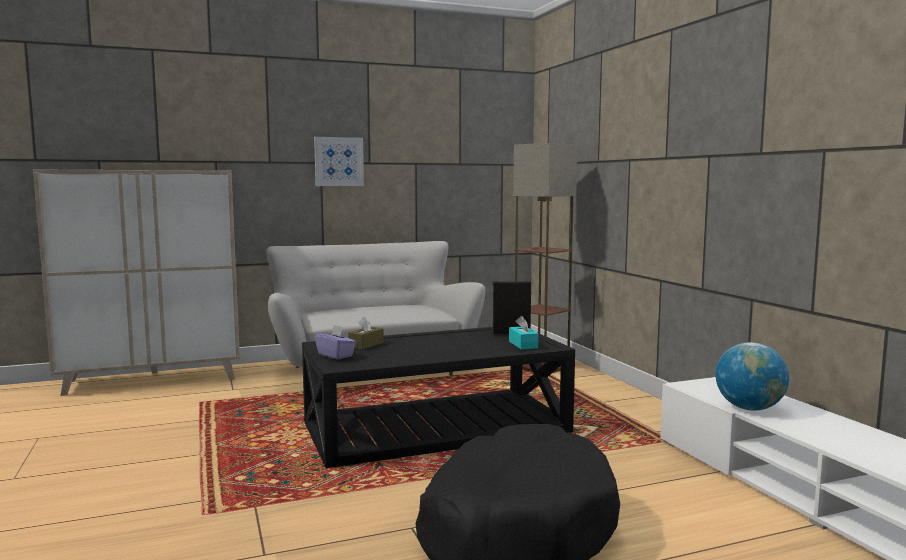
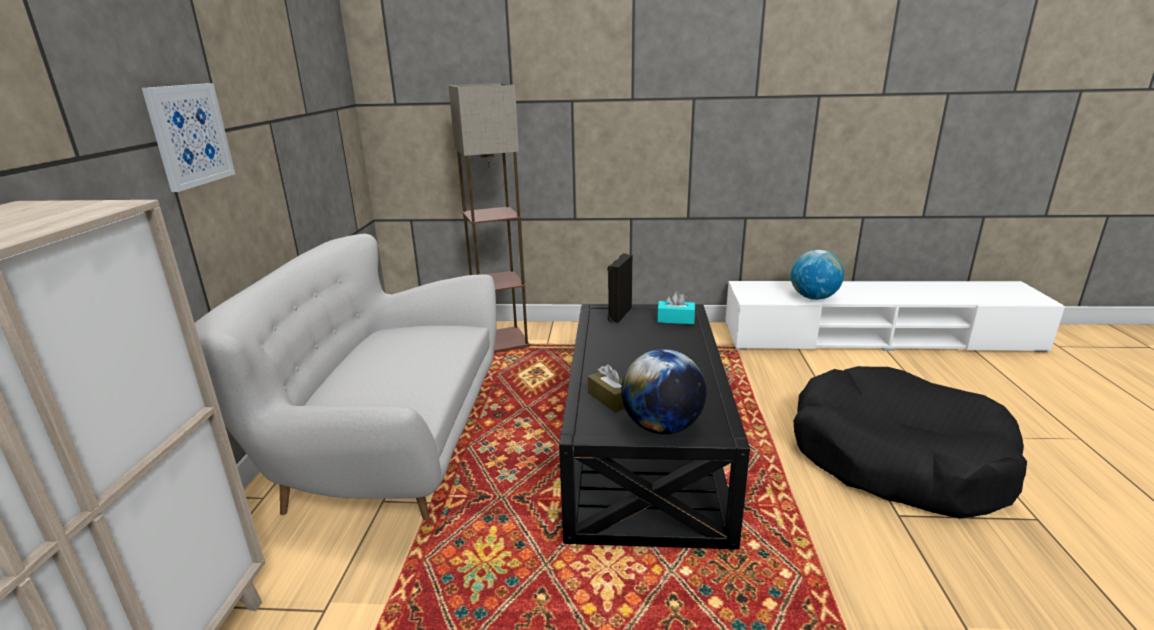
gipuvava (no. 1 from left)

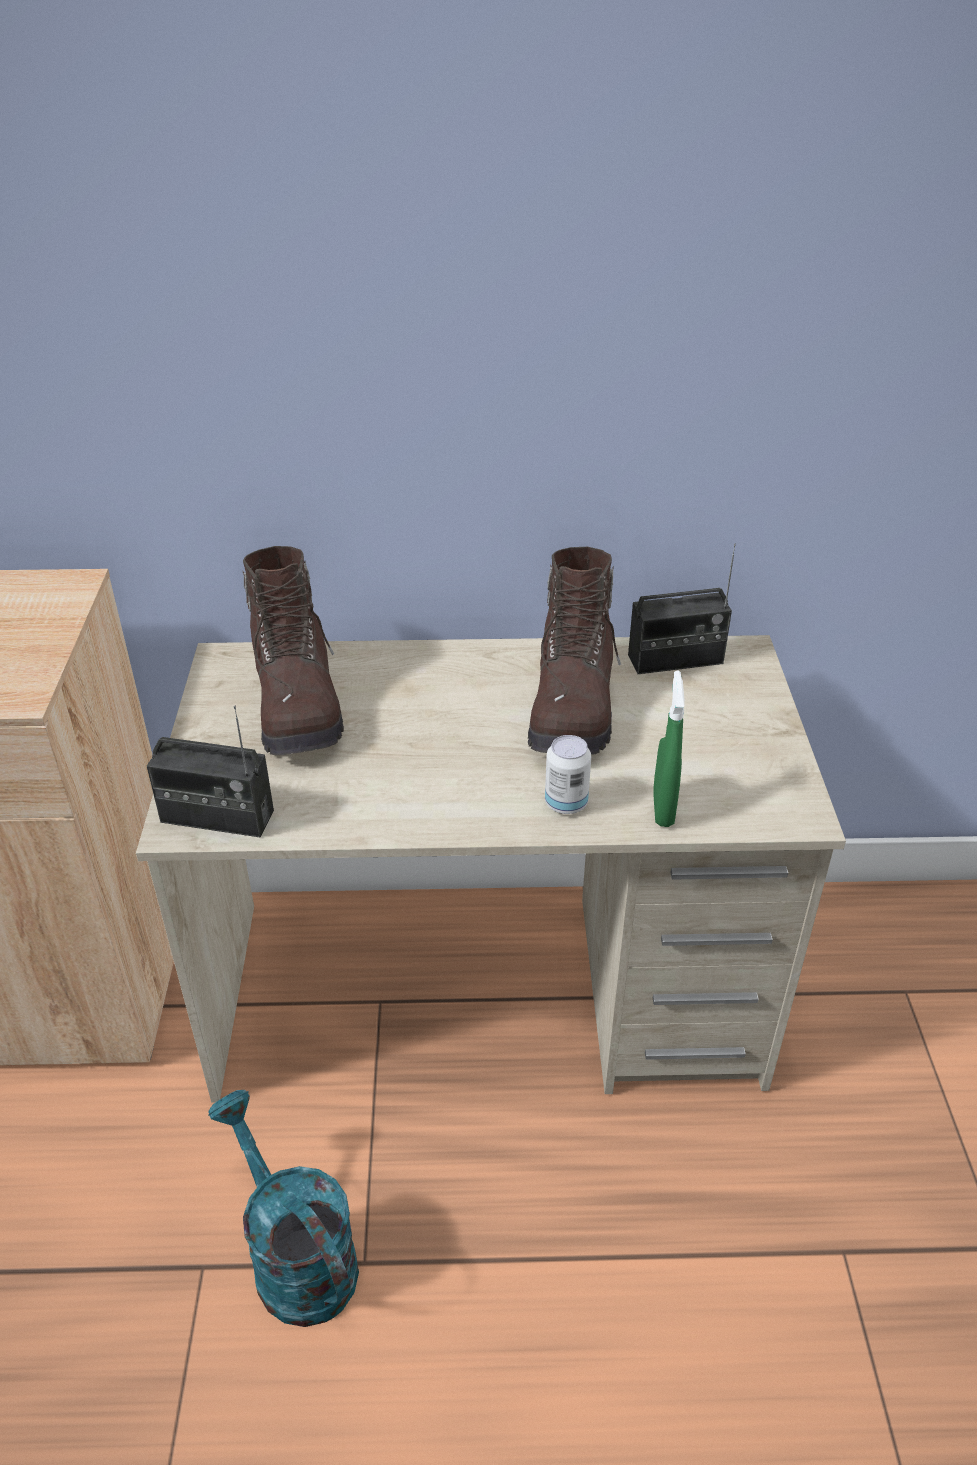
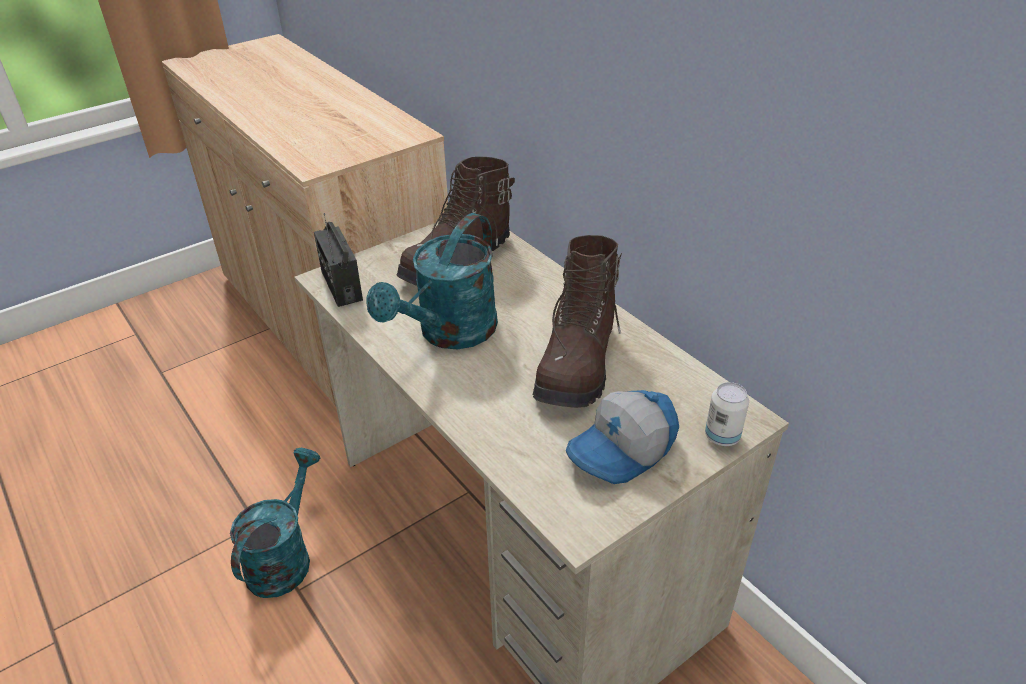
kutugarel (no. 2 from left in the first image)
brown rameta (no. 2 from left)
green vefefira
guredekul
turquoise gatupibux (no. 2 from left)
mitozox

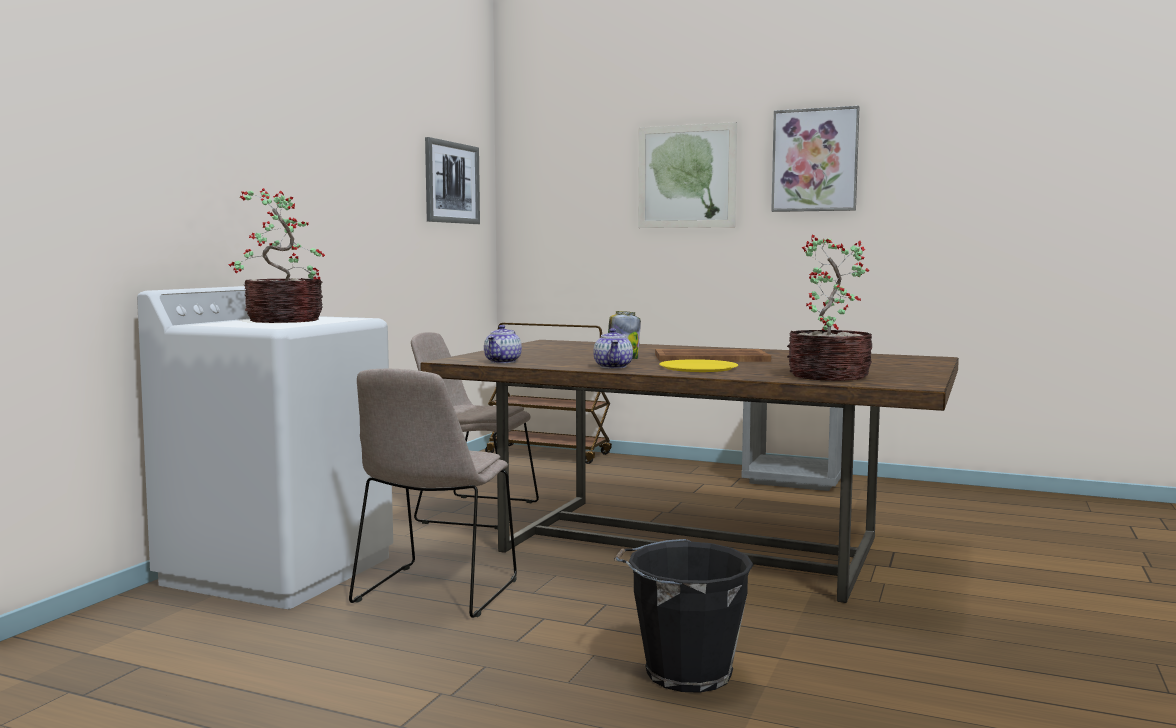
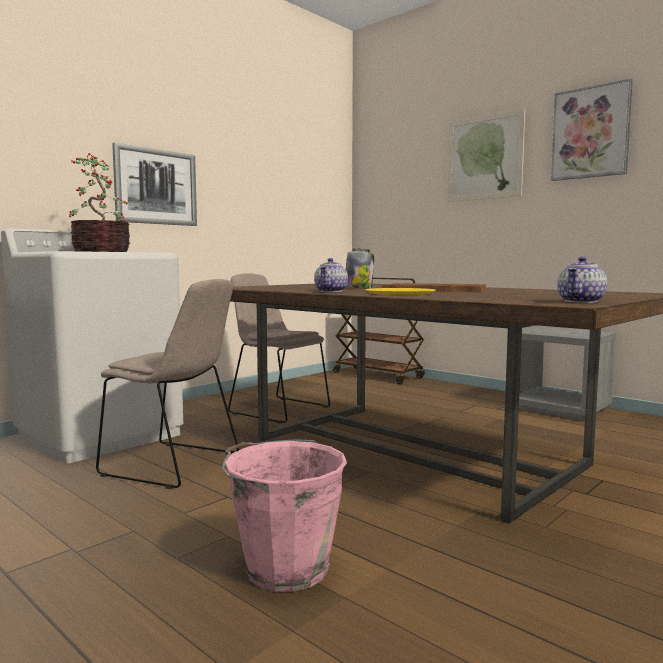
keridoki (no. 1 from left)
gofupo (no. 2 from left in the first image)
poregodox (no. 2 from left)
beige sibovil (no. 1 from left)
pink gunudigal

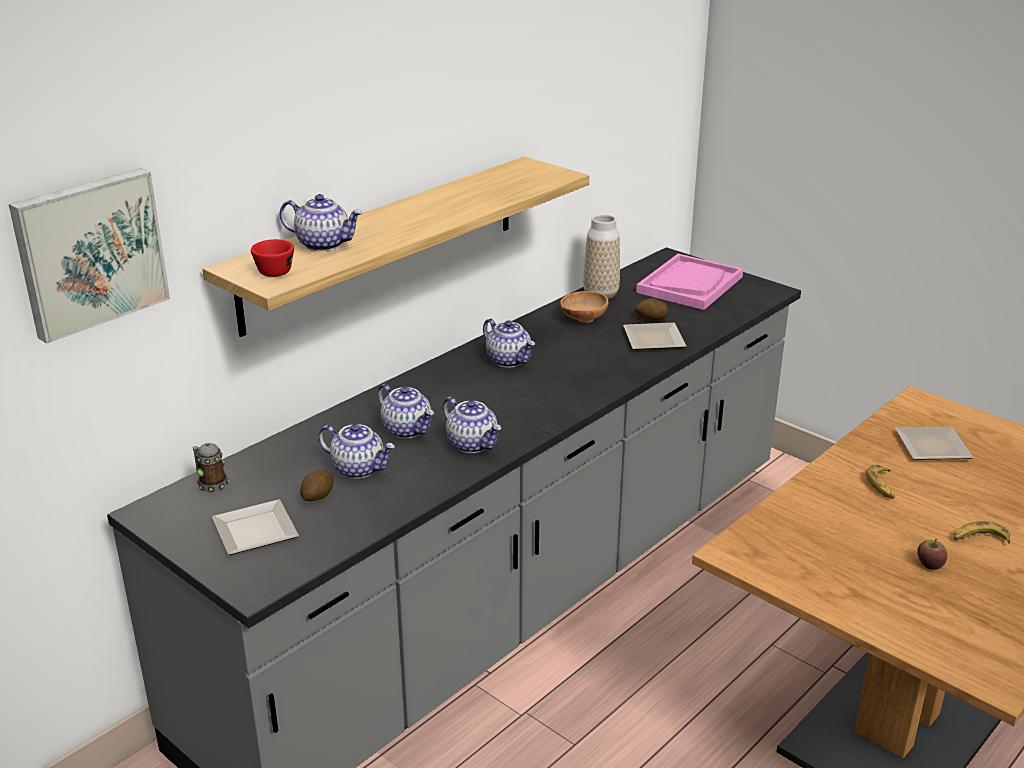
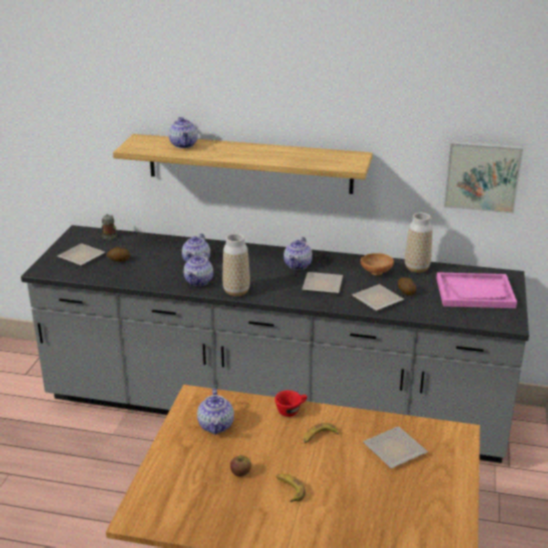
keridoki
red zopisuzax
poregodox (no. 4 from left)
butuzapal (no. 1 from left)
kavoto (no. 2 from left)

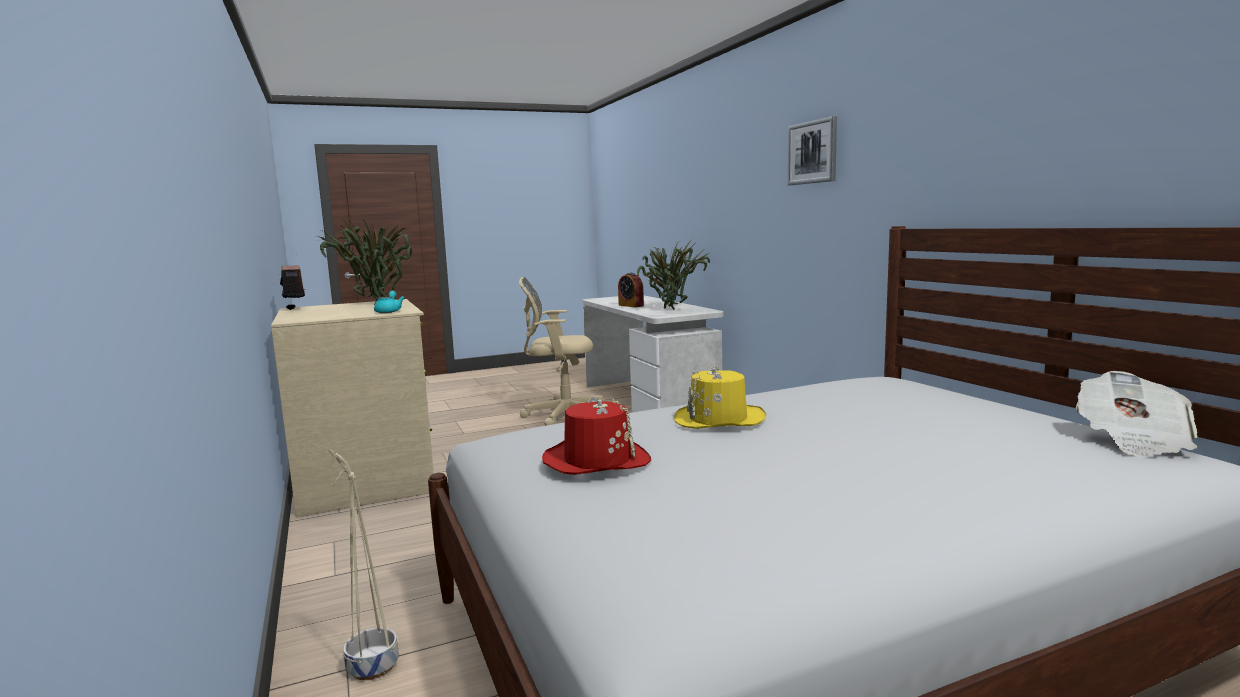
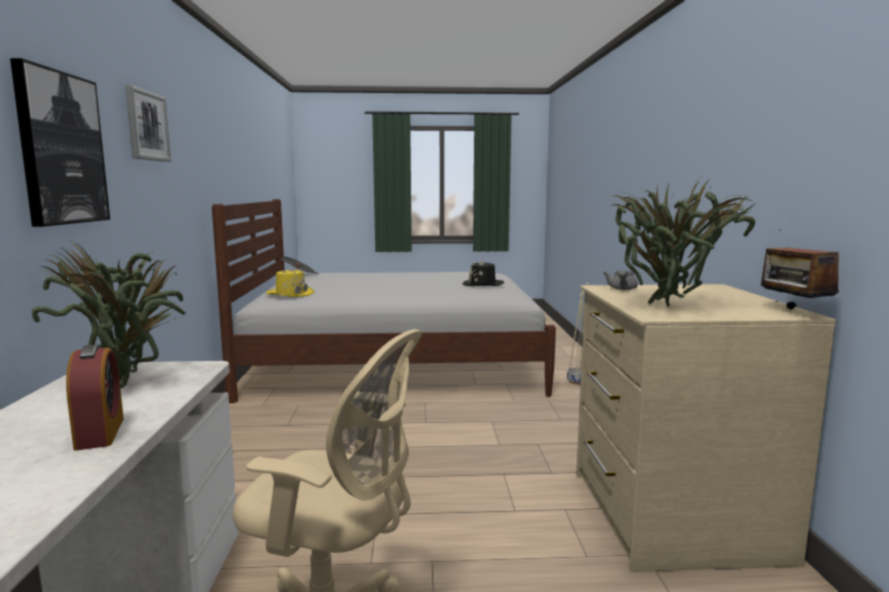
grey poregodox
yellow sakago
black sakago
keridoki (no. 1 from left)

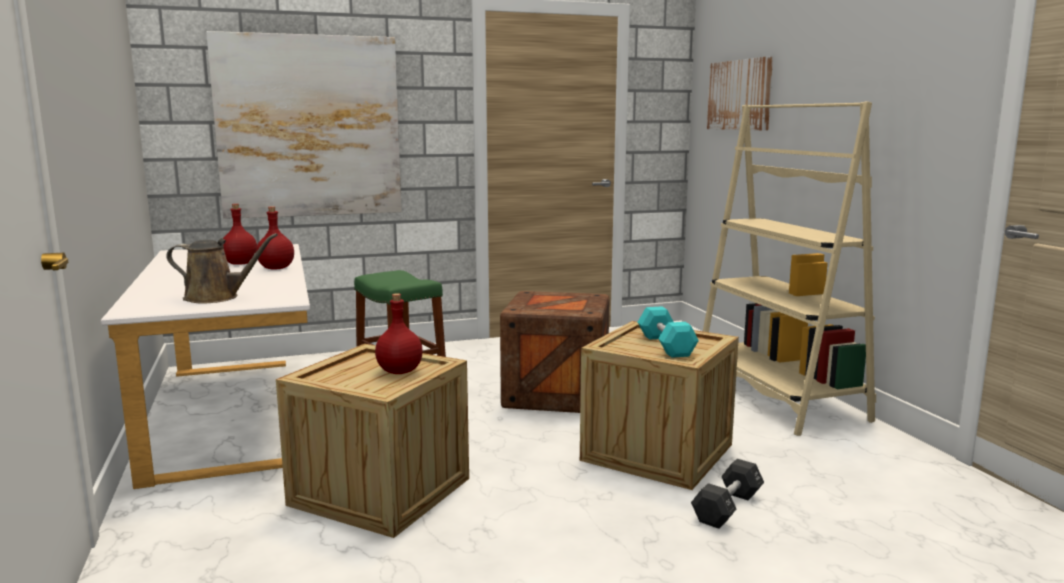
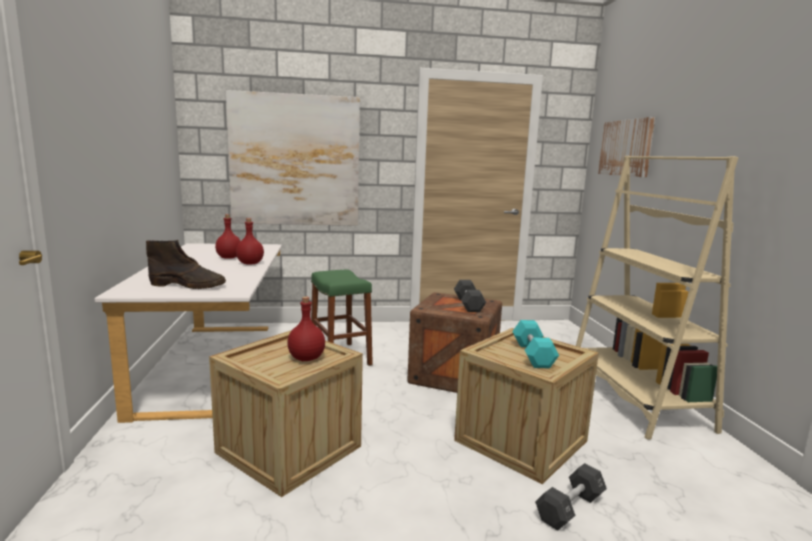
brown rameta
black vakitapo (no. 1 from left)

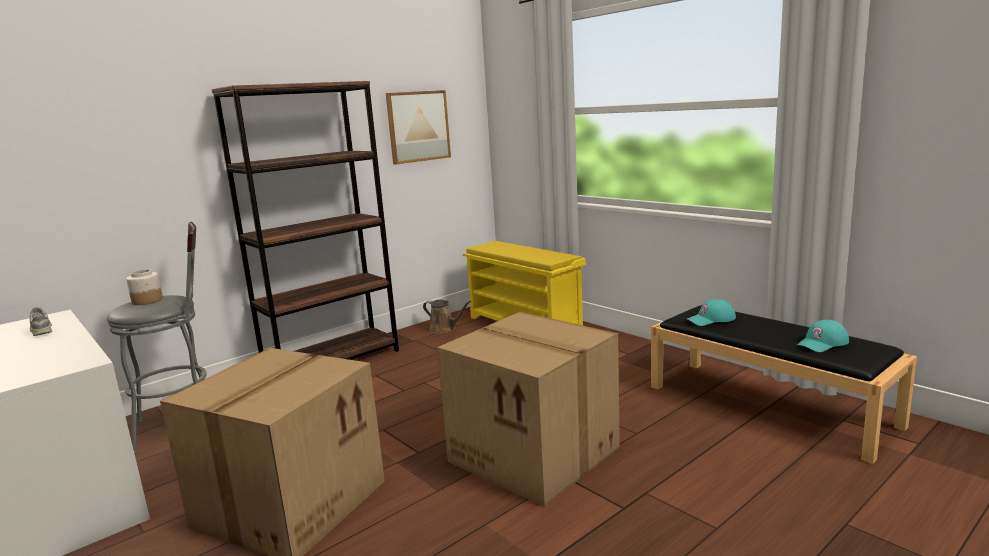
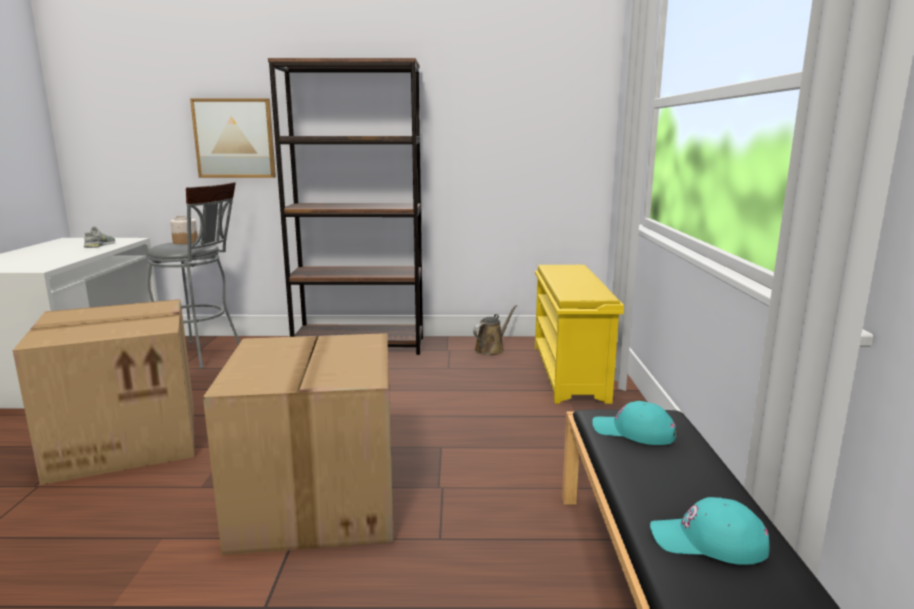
keridoki
brown gatupibux

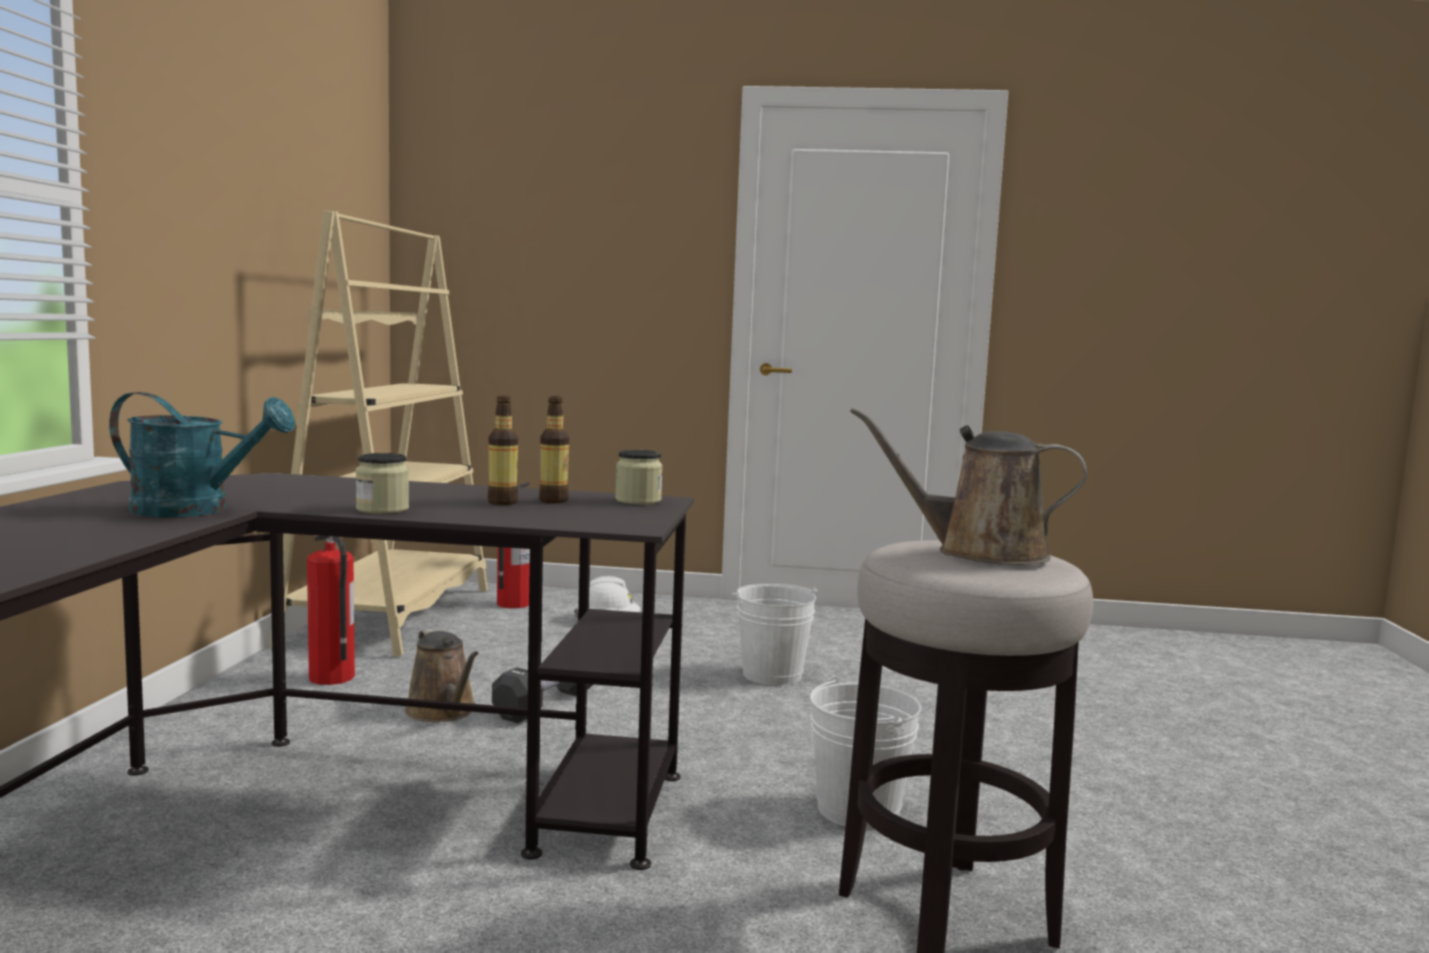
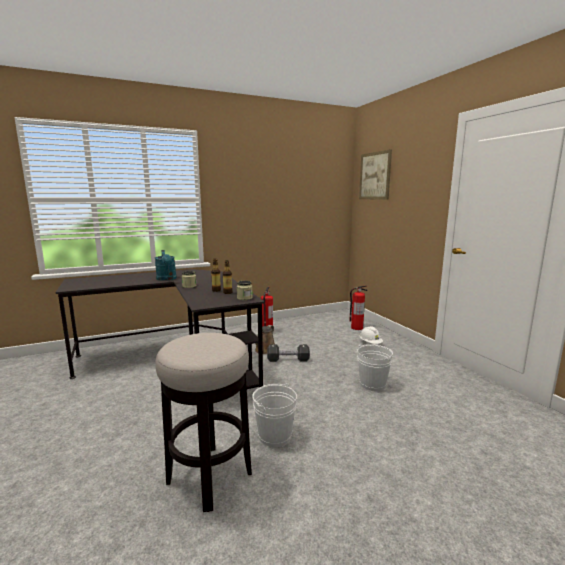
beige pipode
brown gatupibux (no. 2 from left in the first image)
keridoki

